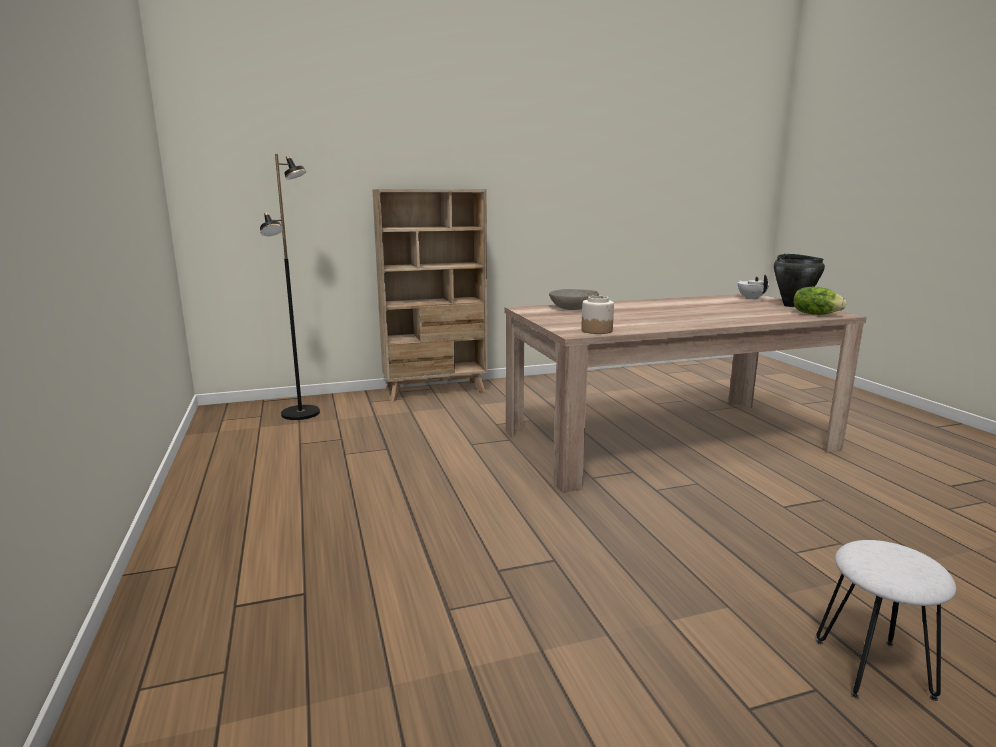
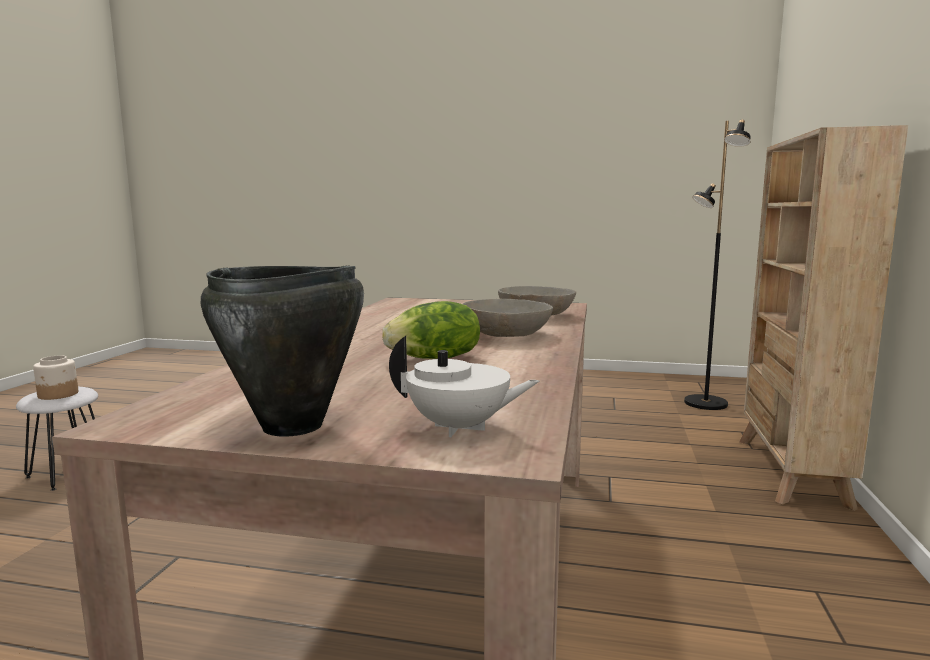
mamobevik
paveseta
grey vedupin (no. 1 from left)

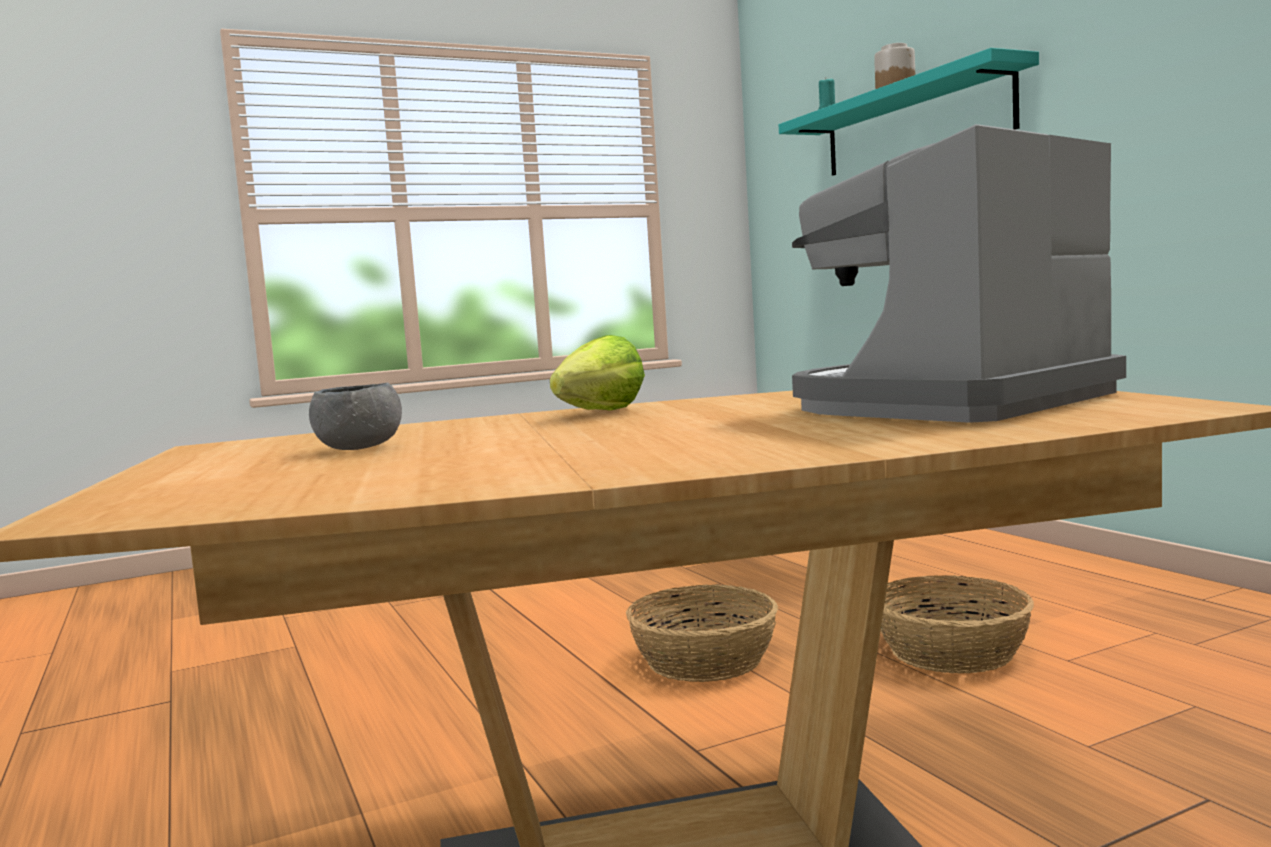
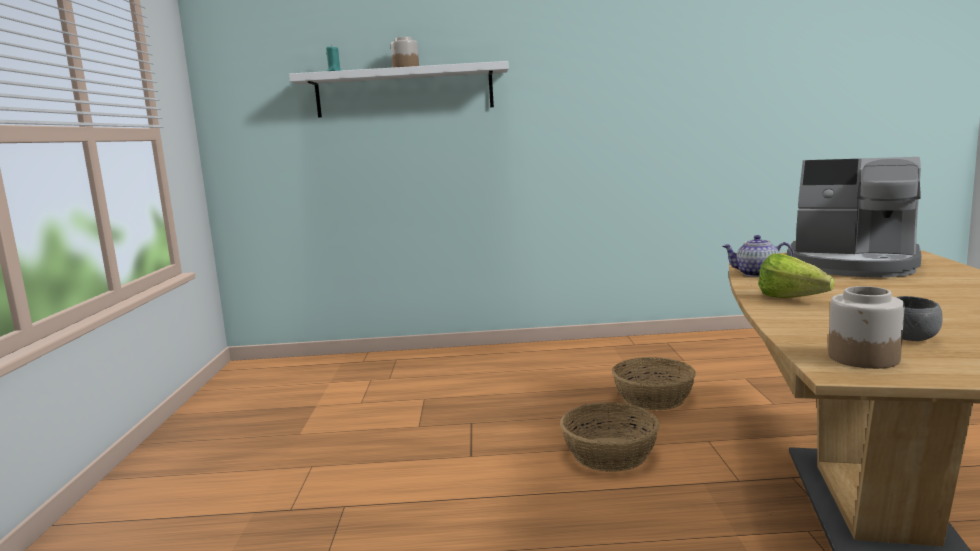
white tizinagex
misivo
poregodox
paveseta (no. 2 from left)

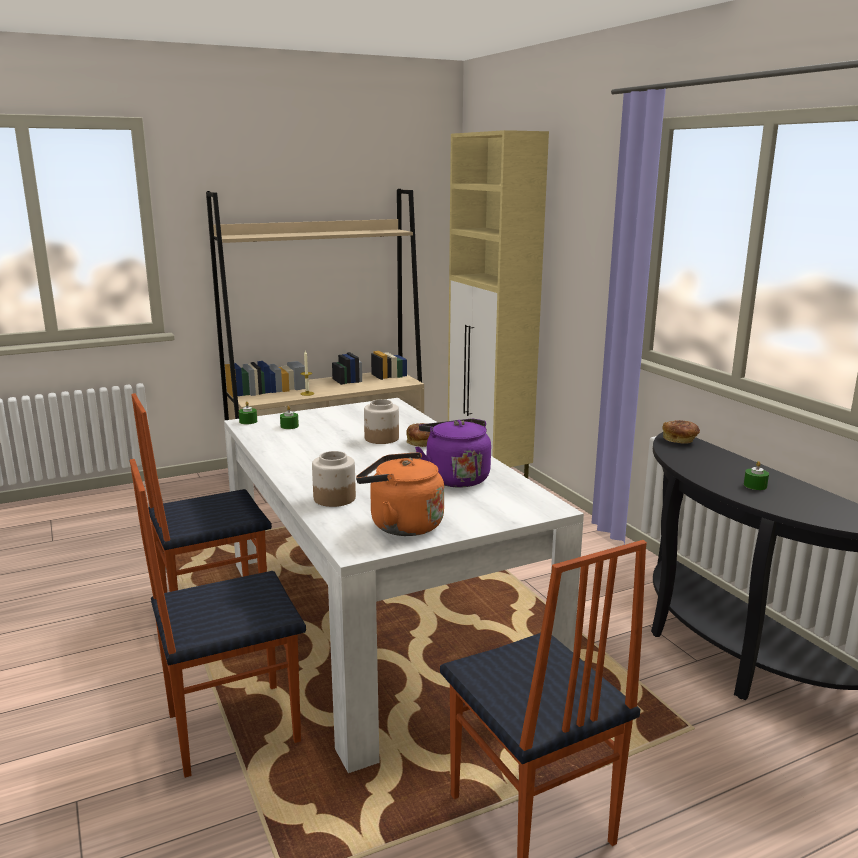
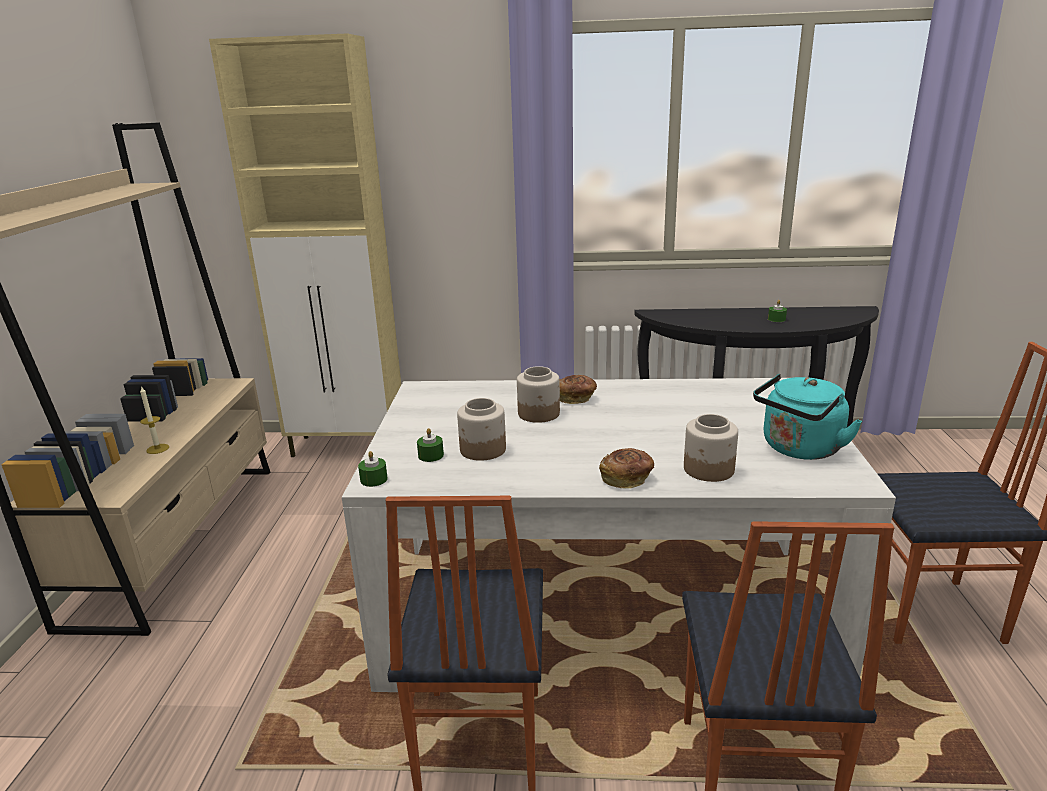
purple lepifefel
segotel (no. 2 from left)
turquoise lepifefel
paveseta (no. 1 from left)

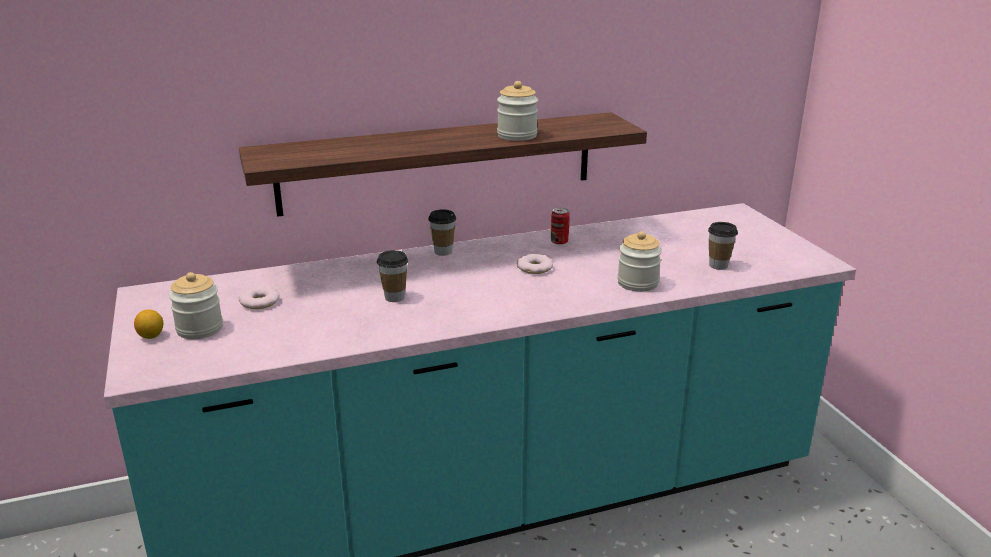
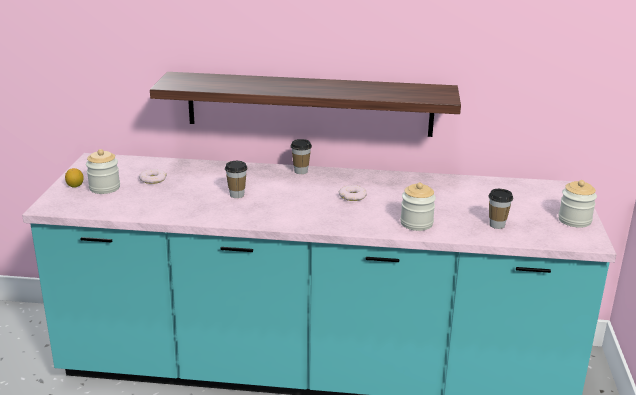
paveseta (no. 3 from left)
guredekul

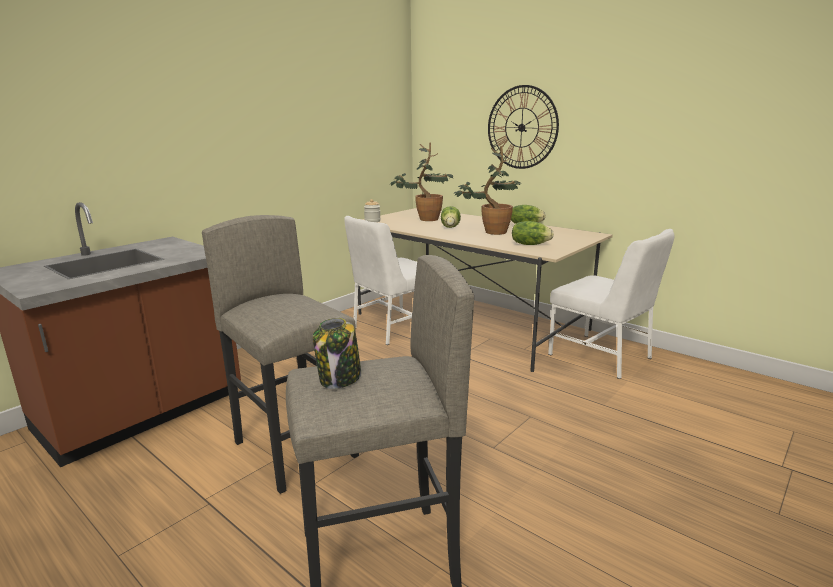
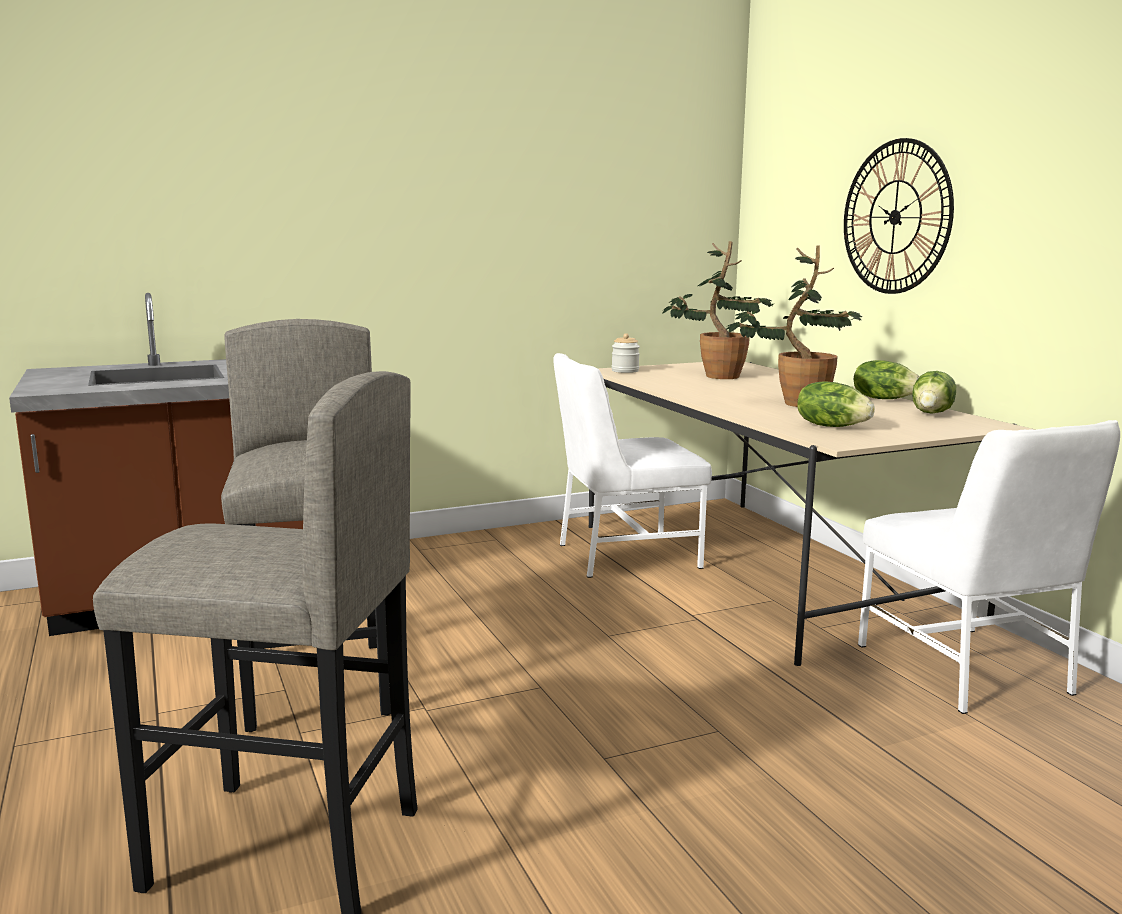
mamobevik (no. 3 from left)
paveseta (no. 1 from left in the first image)

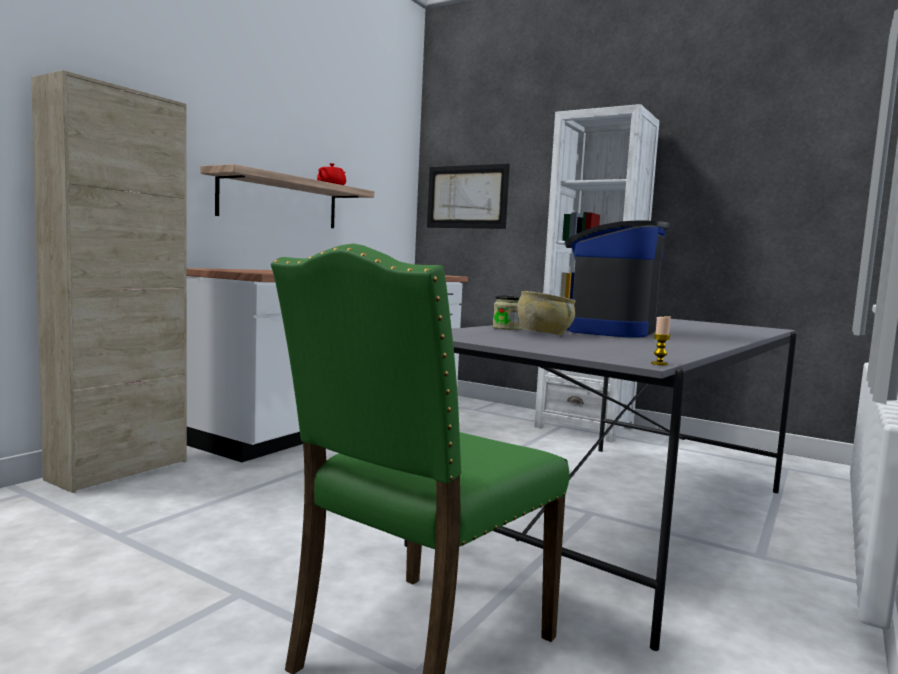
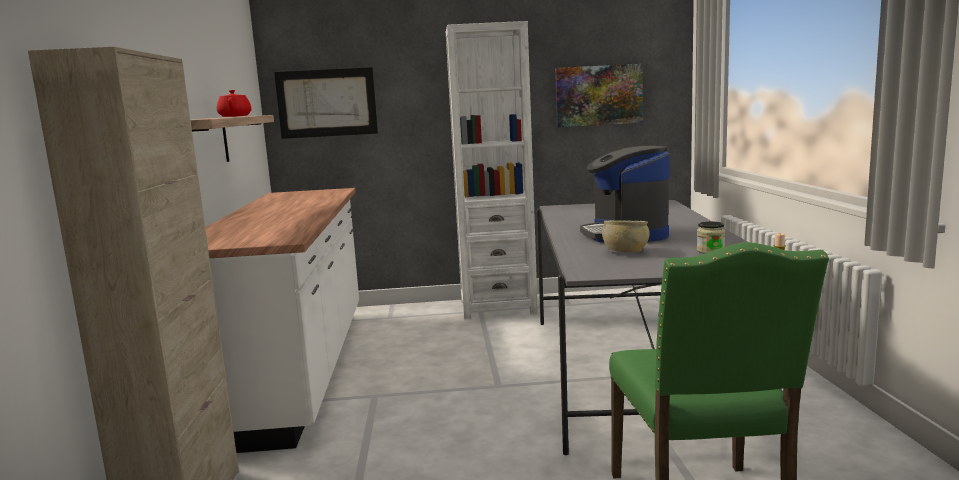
paveseta
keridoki (no. 2 from left)

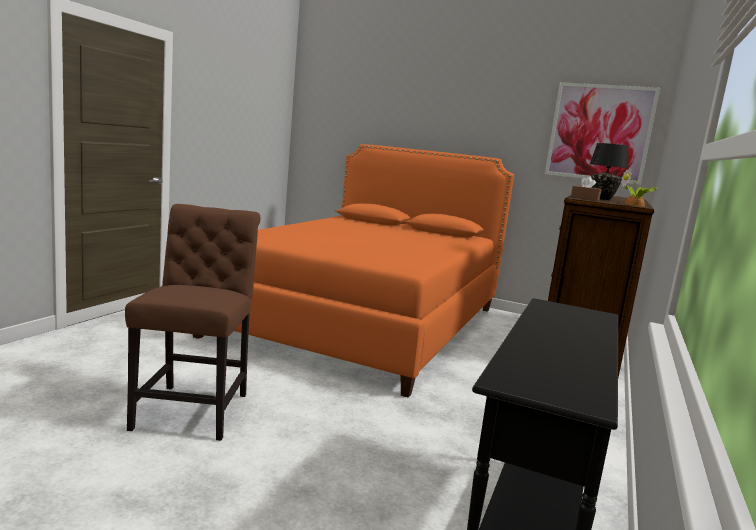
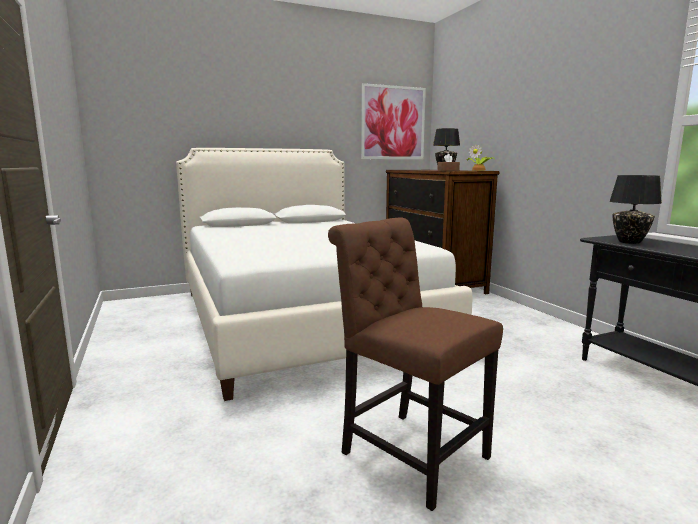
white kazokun
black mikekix (no. 2 from left)

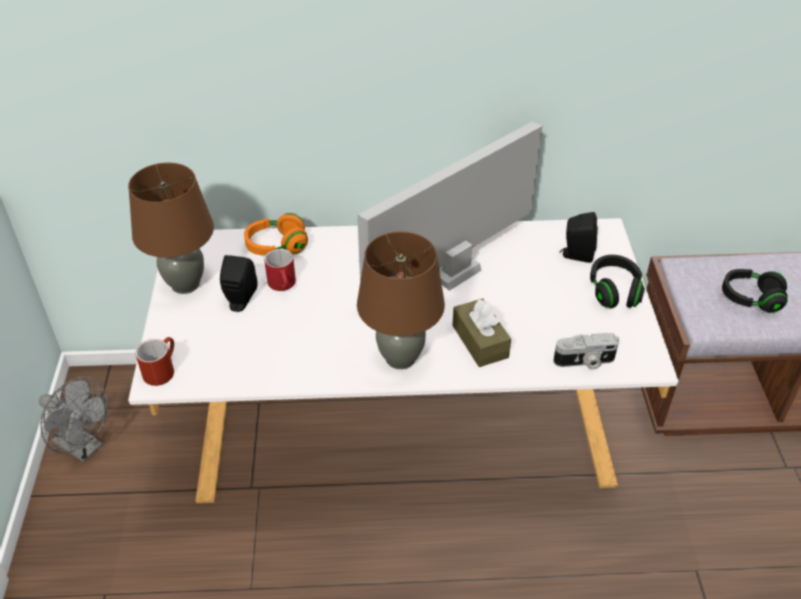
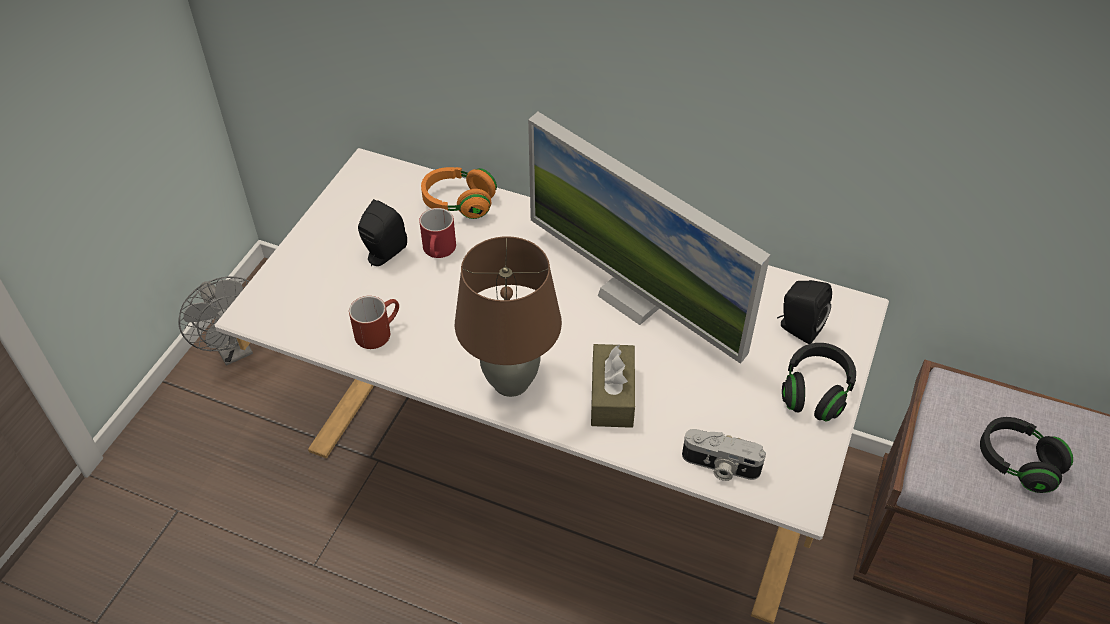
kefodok
brown mikekix (no. 1 from left in the first image)
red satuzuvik (no. 1 from left)

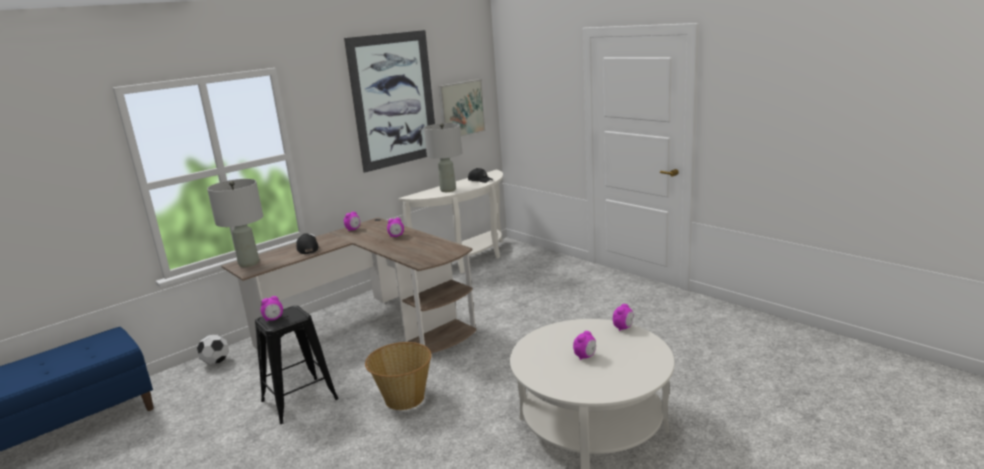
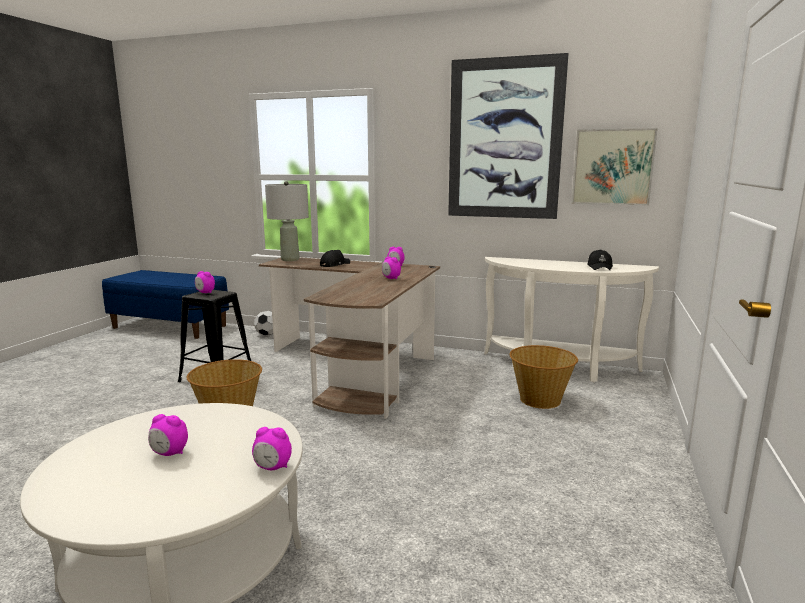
grey mikekix (no. 2 from left in the first image)
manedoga (no. 2 from left)

